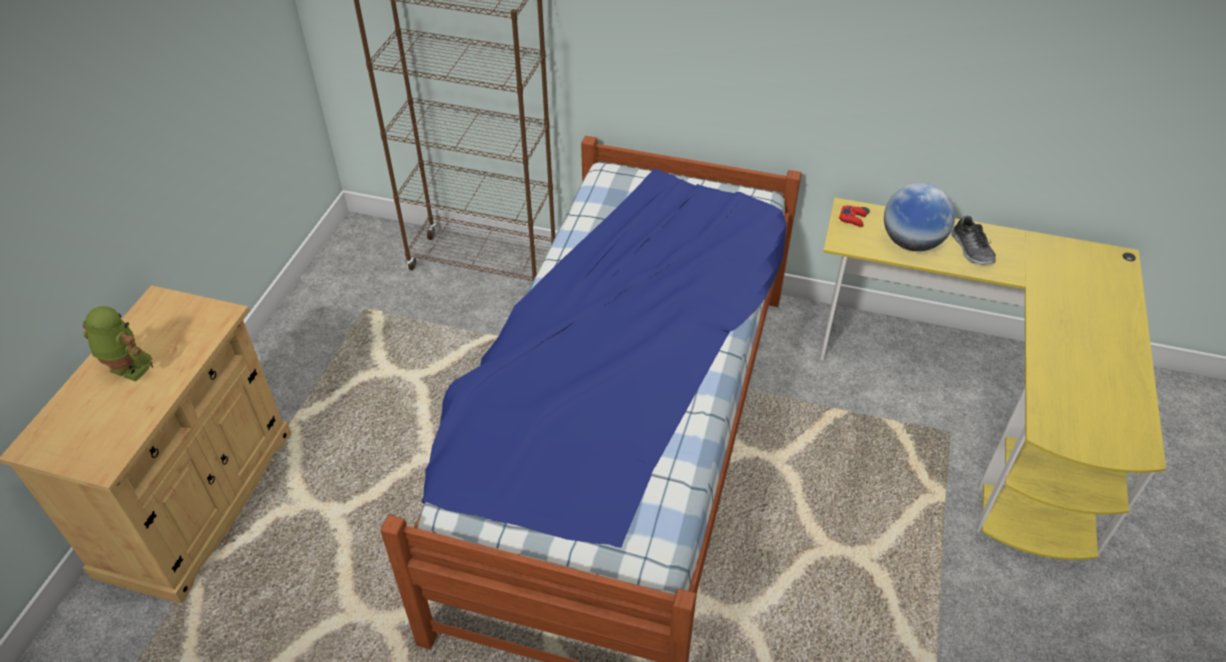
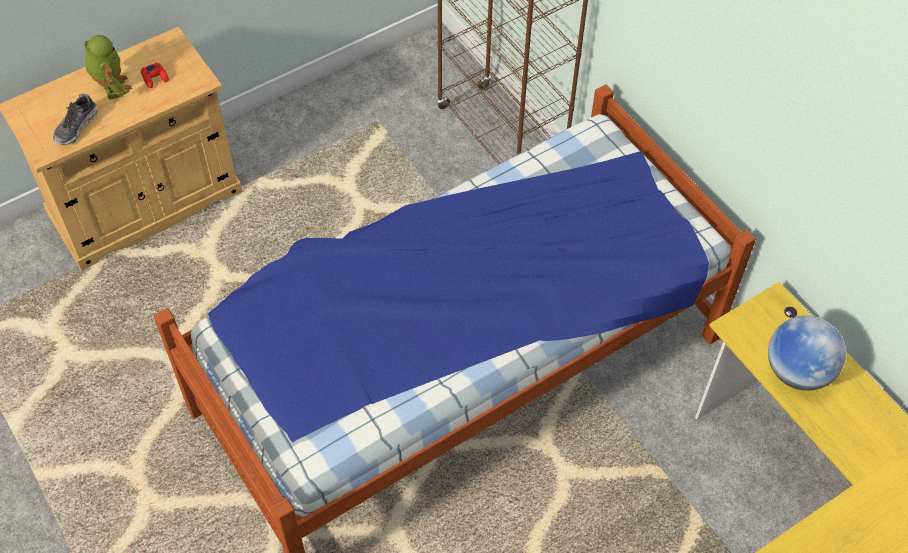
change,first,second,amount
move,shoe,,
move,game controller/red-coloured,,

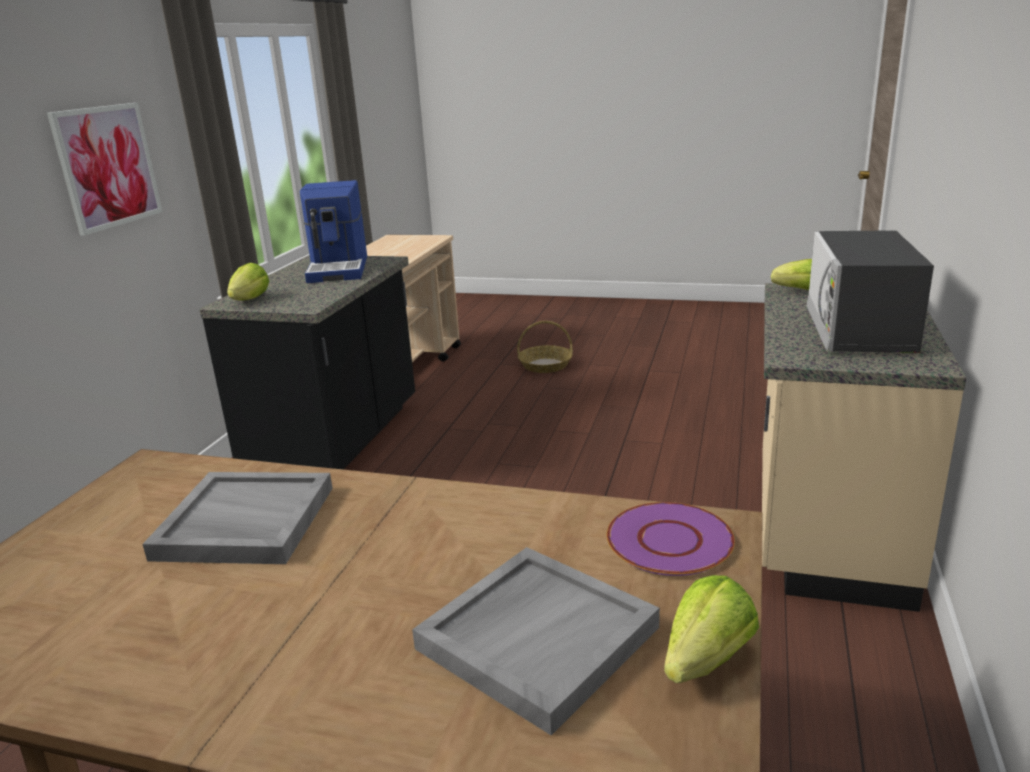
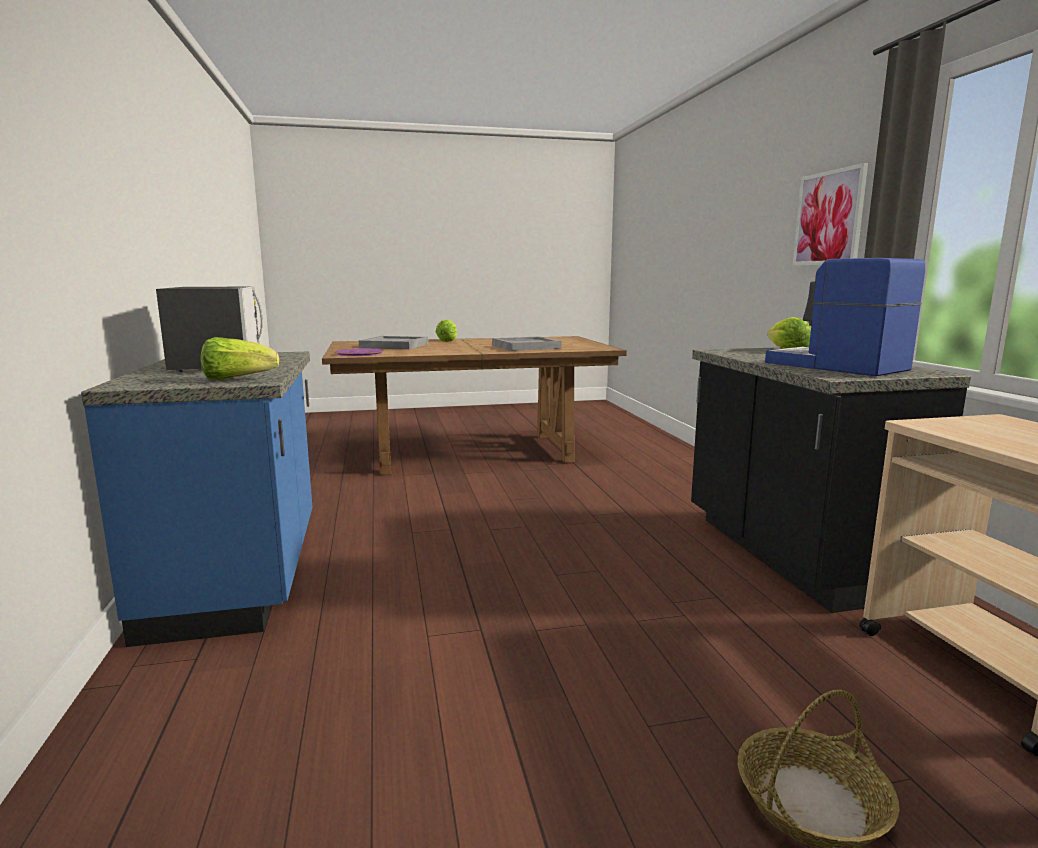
change,first,second,amount
recolor,kitchen counter/beige-coloured,kitchen counter/blue,
move,head of lettuce (2nd from left),,

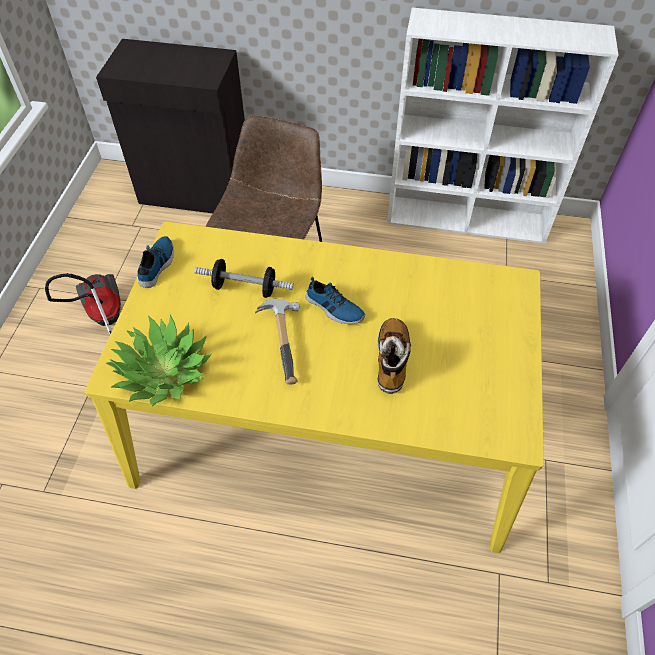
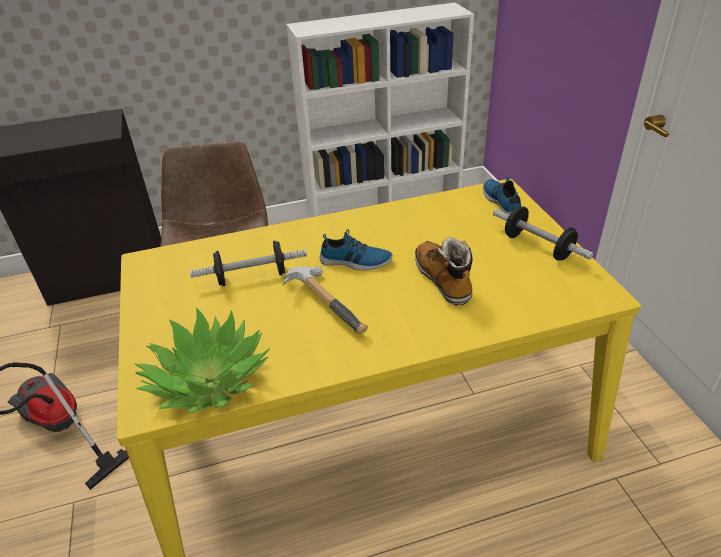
change,first,second,amount
move,shoe (1st from left in the first image),shoe (2nd from left),
insert,,dumbbell (2nd from left),

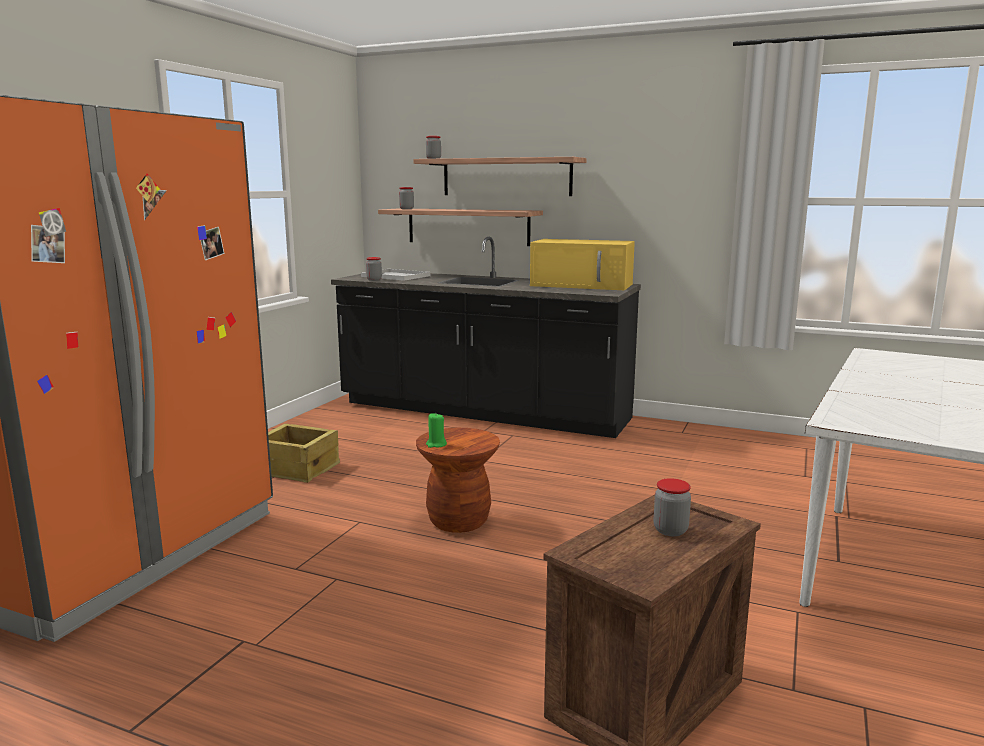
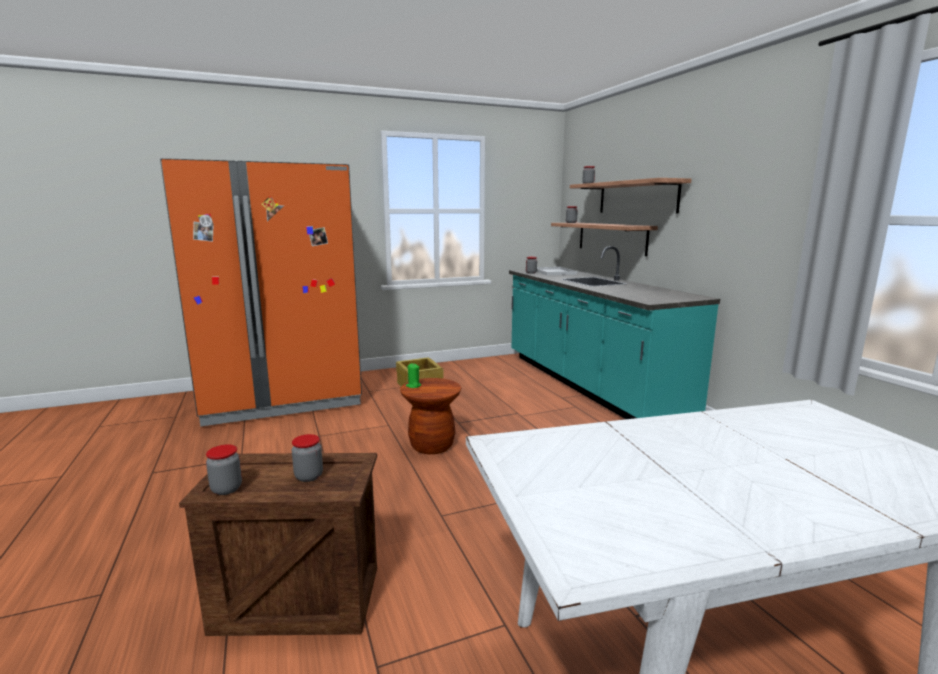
change,first,second,amount
insert,,jar (1st from left),
recolor,kitchen counter/black,kitchen counter/turquoise-coloured,
delete,microwave oven/yellowish,,

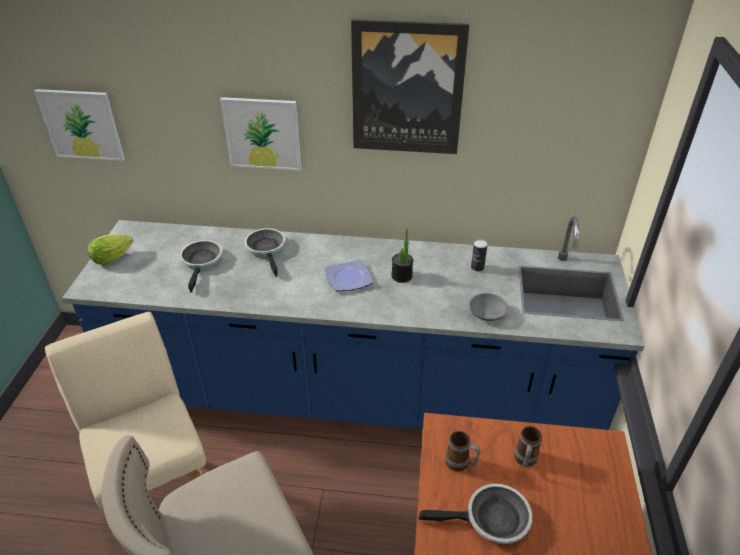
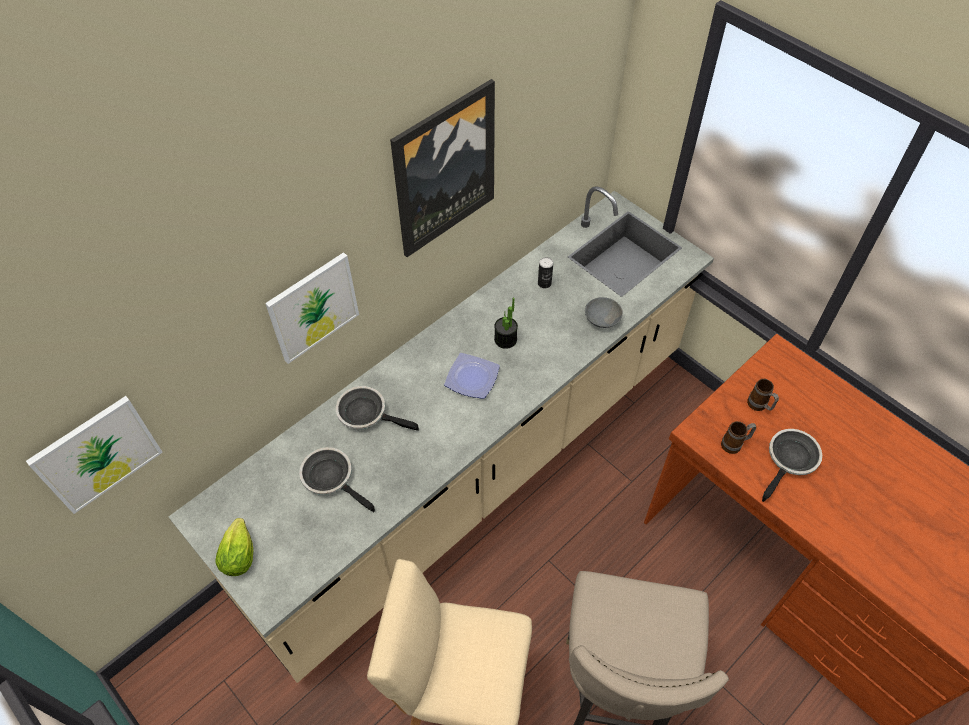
change,first,second,amount
recolor,kitchen counter/blue,kitchen counter/beige-coloured,

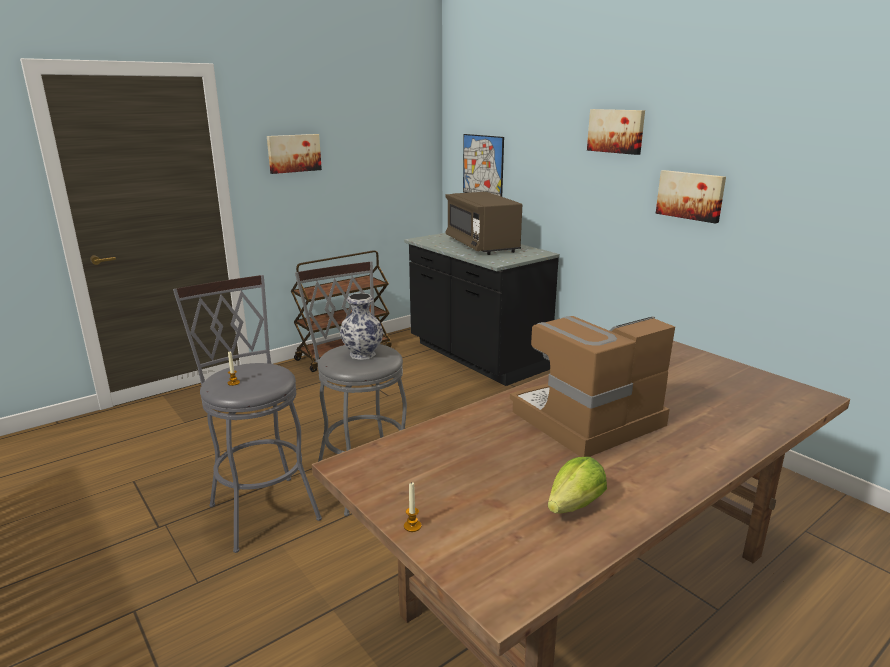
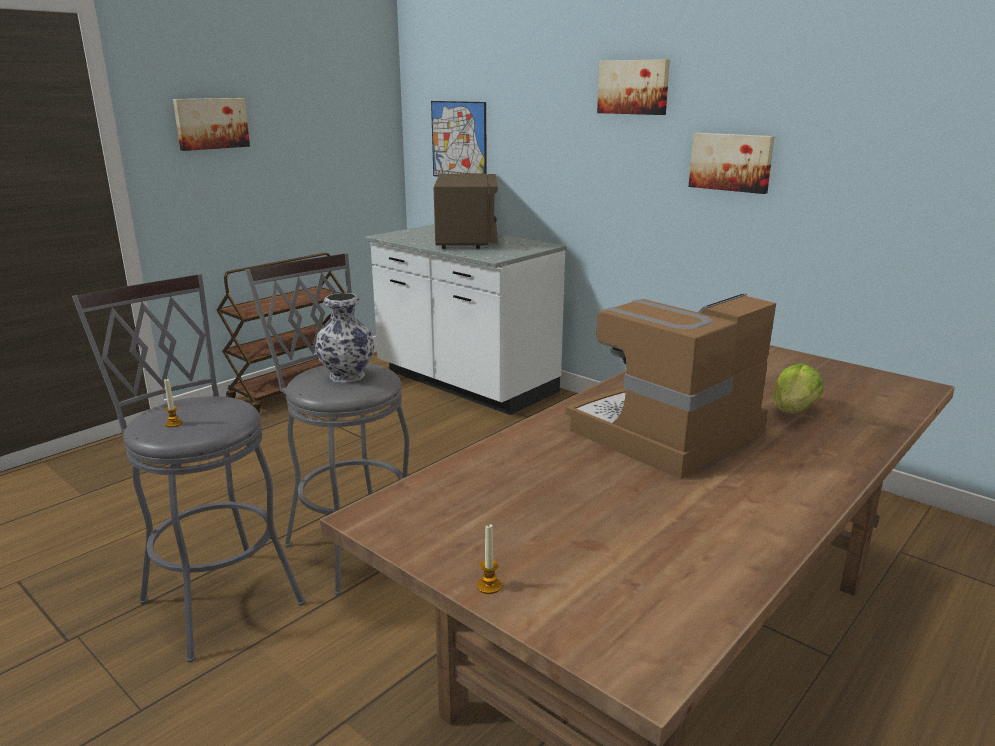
change,first,second,amount
recolor,kitchen counter/black,kitchen counter/white,
rotate,microwave oven/brownish,,150 degrees counterclockwise
move,head of lettuce,,

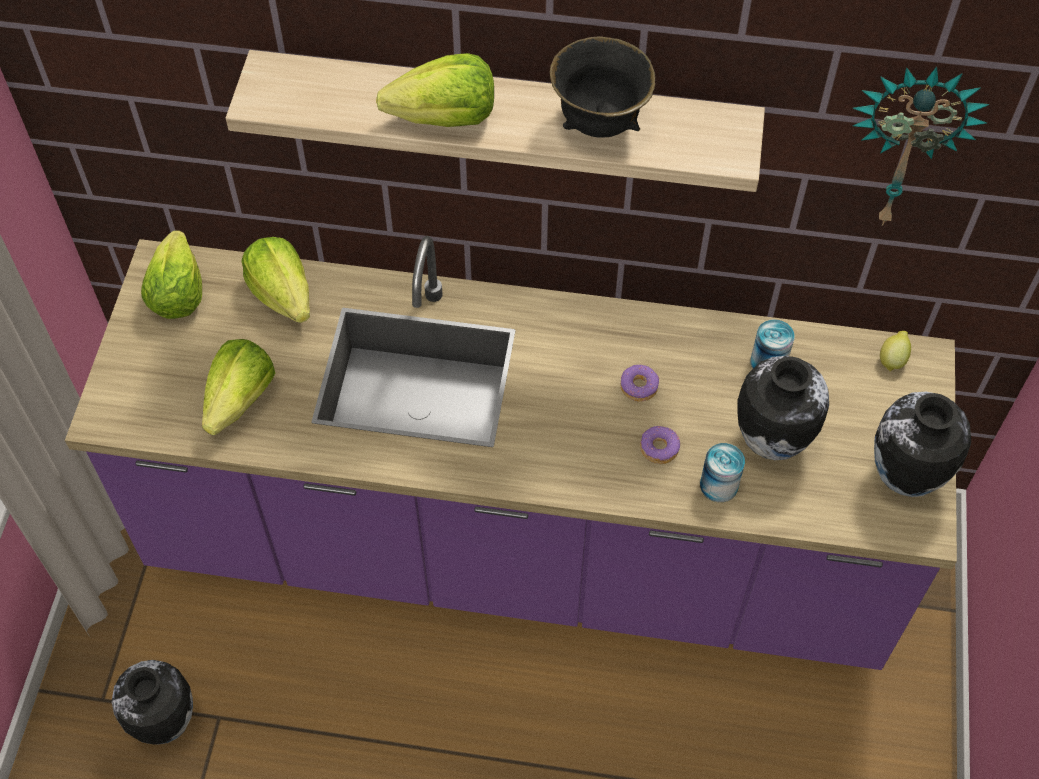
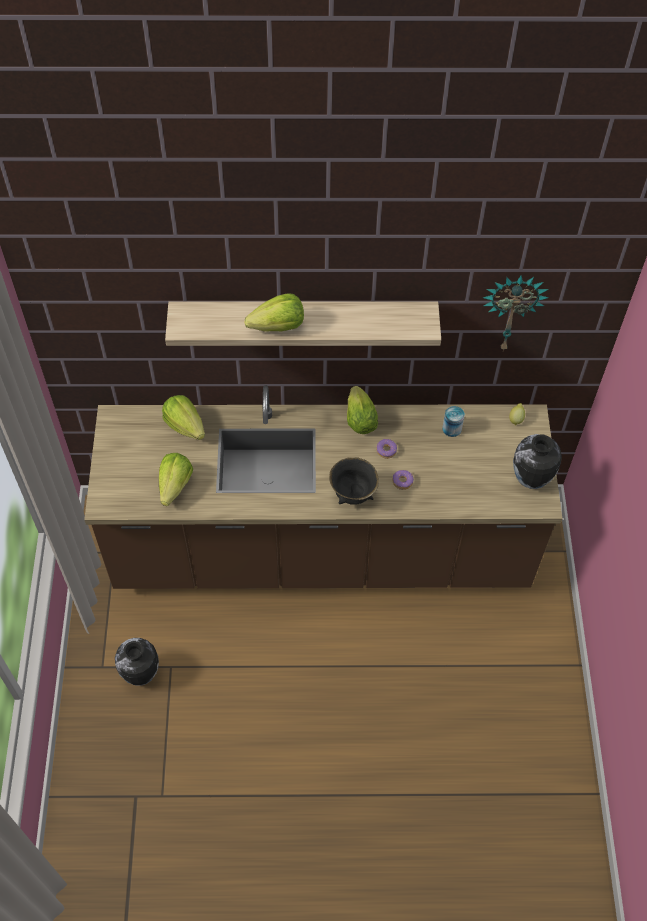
change,first,second,amount
recolor,kitchen counter/purple-coloured,kitchen counter/brownish,
move,bowl/black,,
move,head of lettuce (1st from left in the first image),head of lettuce (4th from left),
delete,can (1st from left),,
delete,flower vase (2nd from left),,

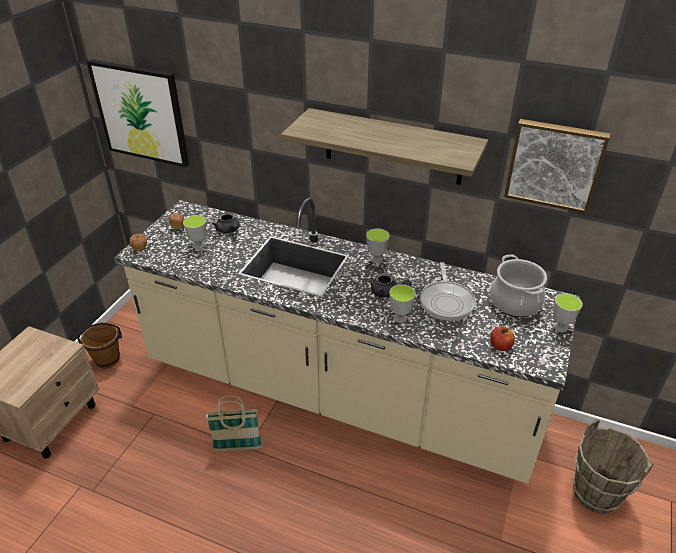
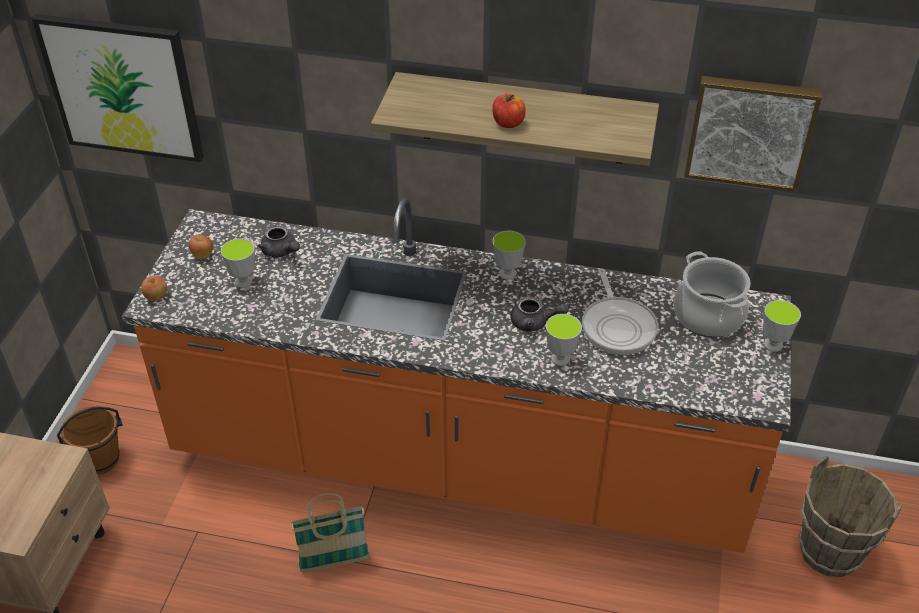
change,first,second,amount
recolor,kitchen counter/beige-coloured,kitchen counter/orangey,
move,apple fruit (3rd from left),,

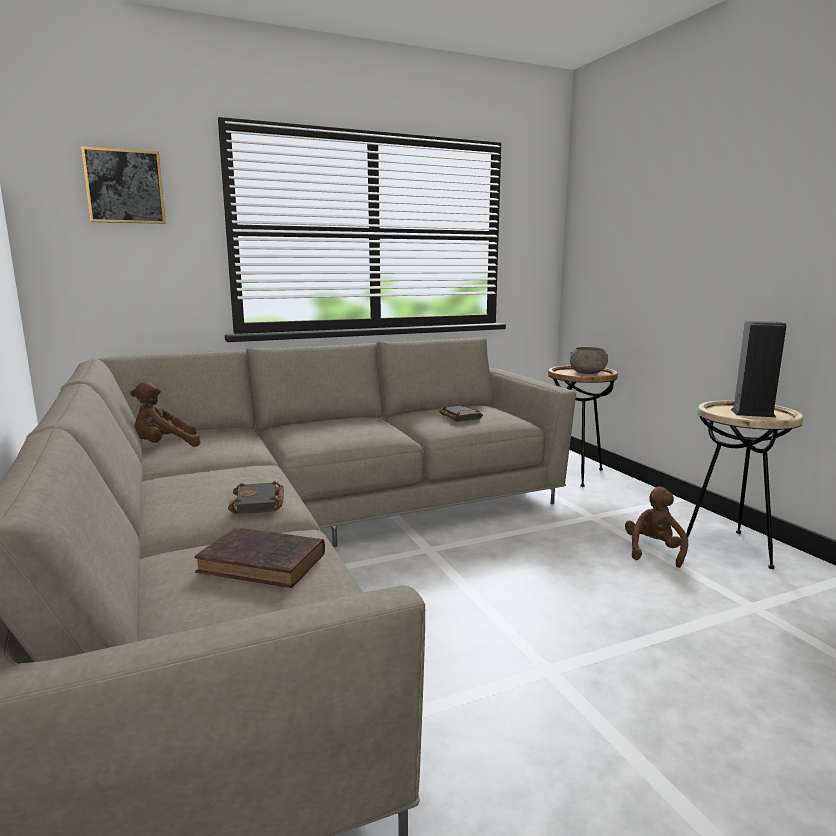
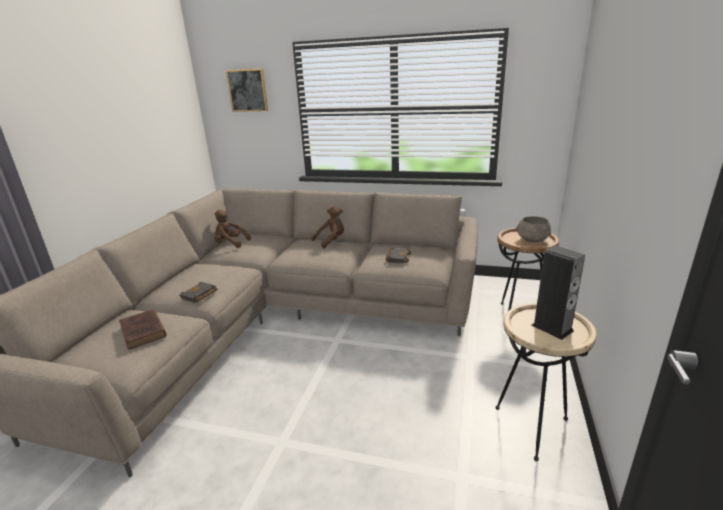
change,first,second,amount
move,soft toy/brownish (2nd from left),,

